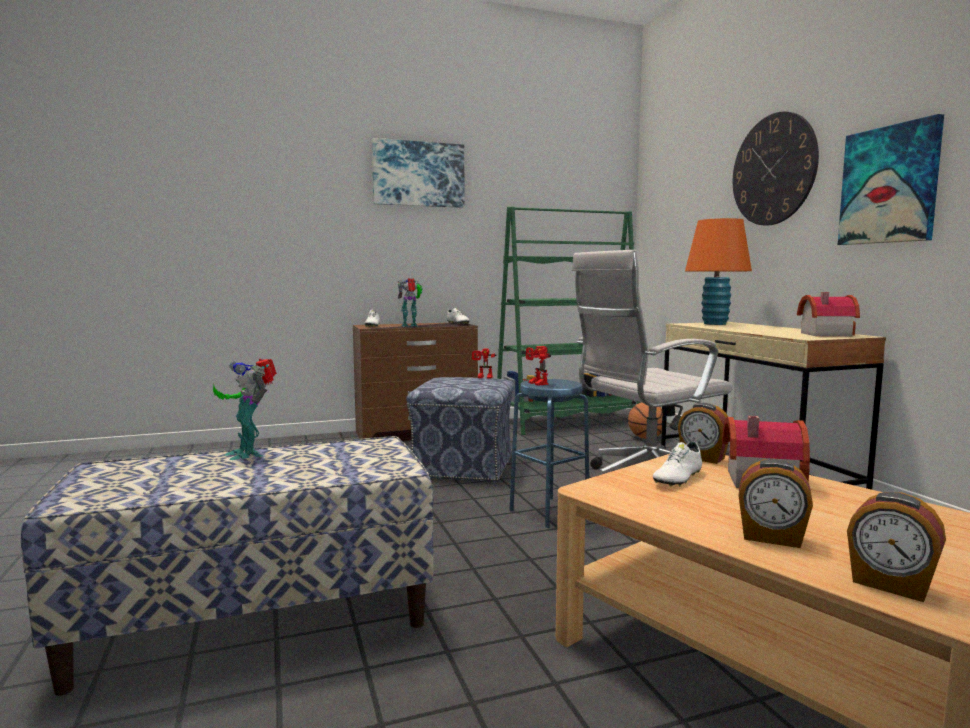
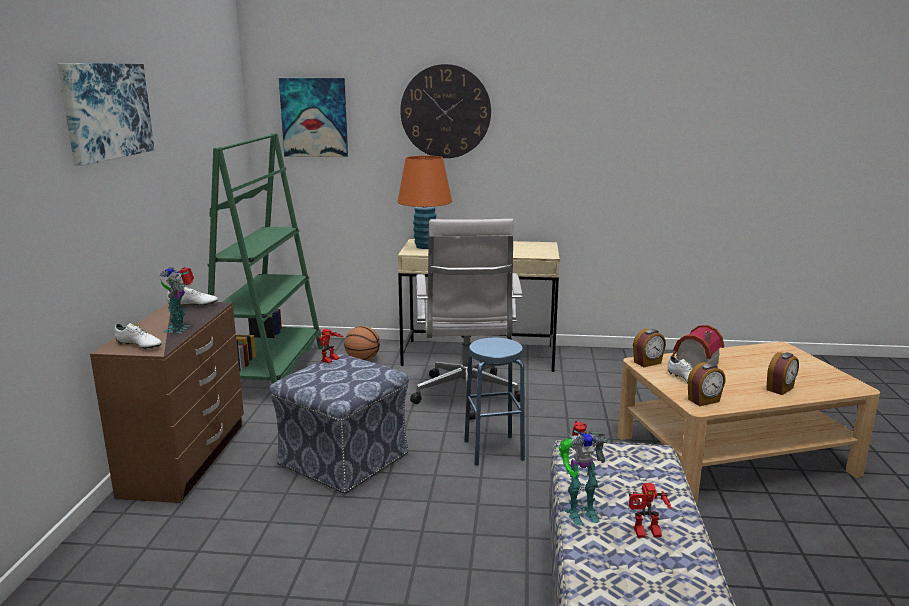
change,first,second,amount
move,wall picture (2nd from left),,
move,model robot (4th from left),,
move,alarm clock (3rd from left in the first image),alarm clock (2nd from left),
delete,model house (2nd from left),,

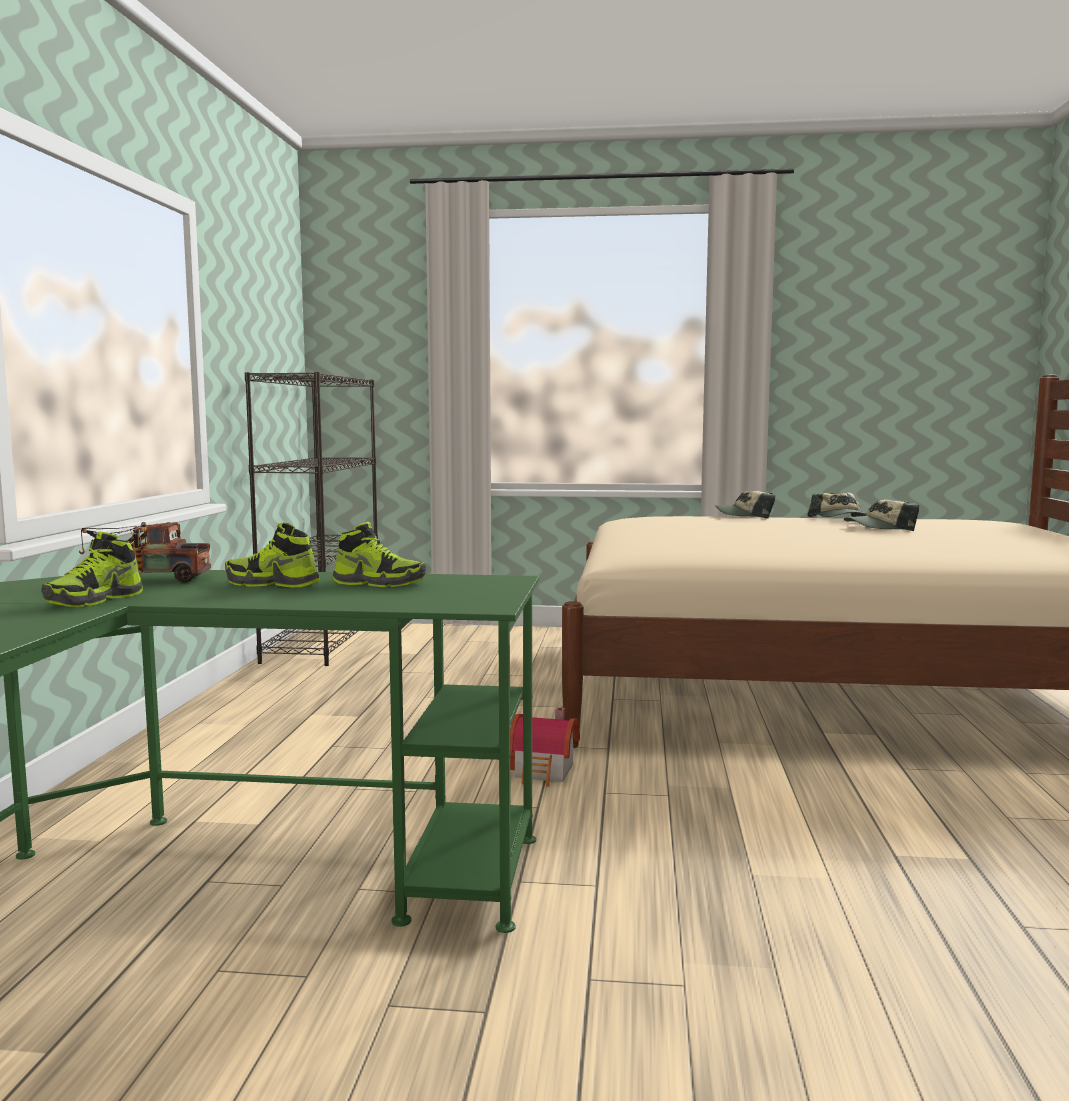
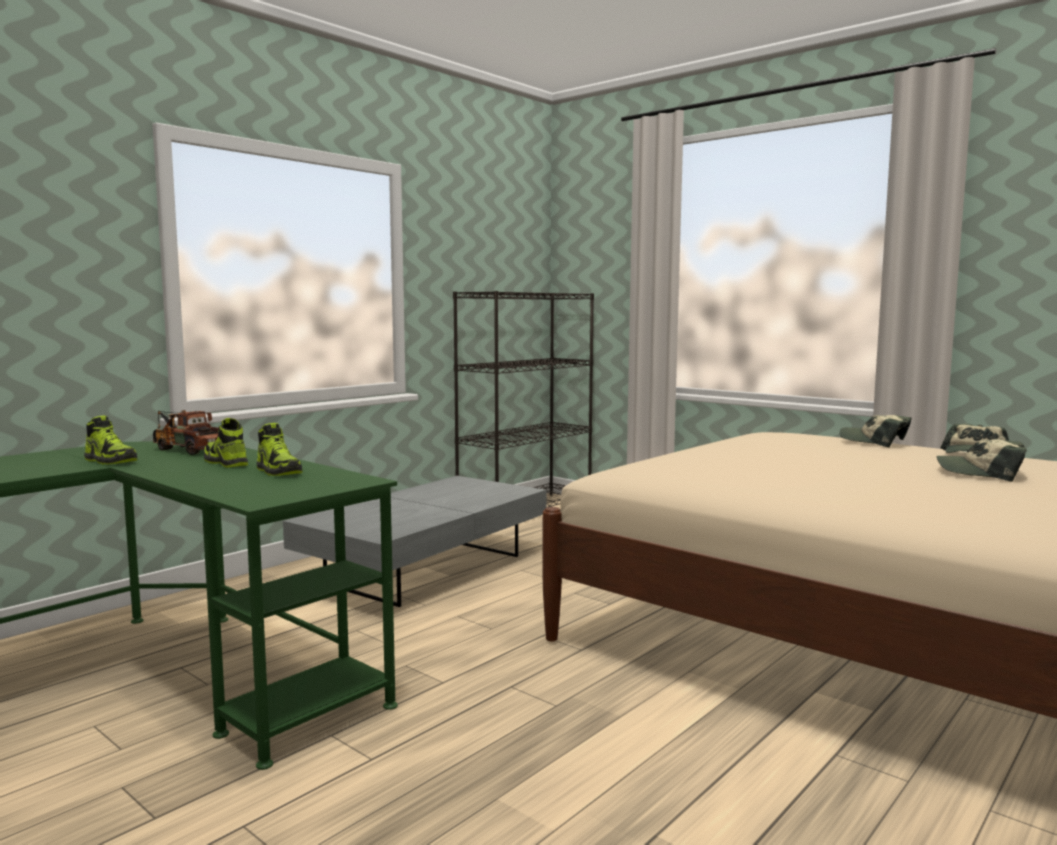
change,first,second,amount
rotate,shoe (1st from left),,120 degrees counterclockwise
insert,,low table/grey,
delete,model house,,

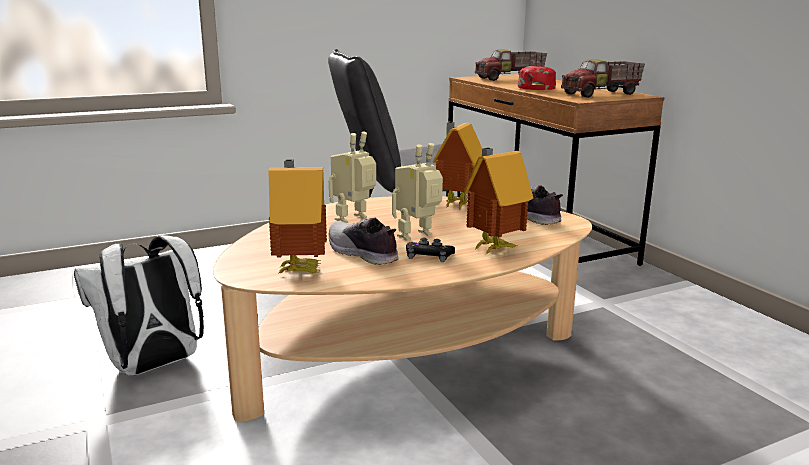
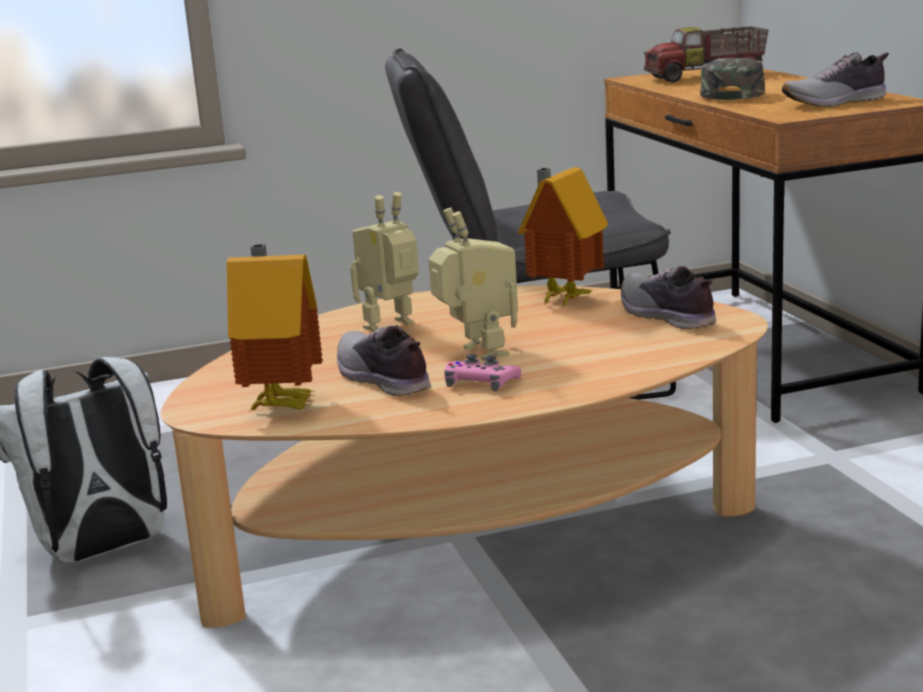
change,first,second,amount
rotate,model robot (2nd from left),,90 degrees clockwise
recolor,game controller/black,game controller/pink-coloured,
recolor,peaked cap/red-coloured,peaked cap/greenish,
replace,toy truck (2nd from left),shoe (3rd from left),
delete,model house (3rd from left),,

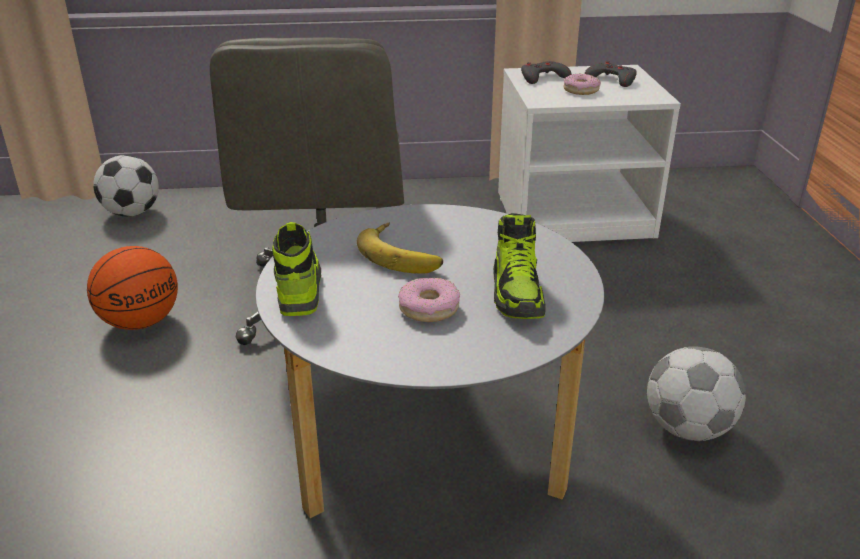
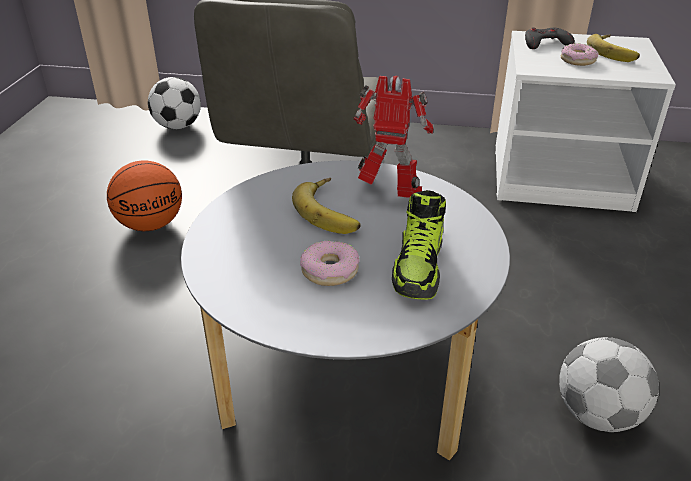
change,first,second,amount
insert,,model robot,
replace,game controller/grey (2nd from left),banana (2nd from left),
delete,shoe (1st from left),,

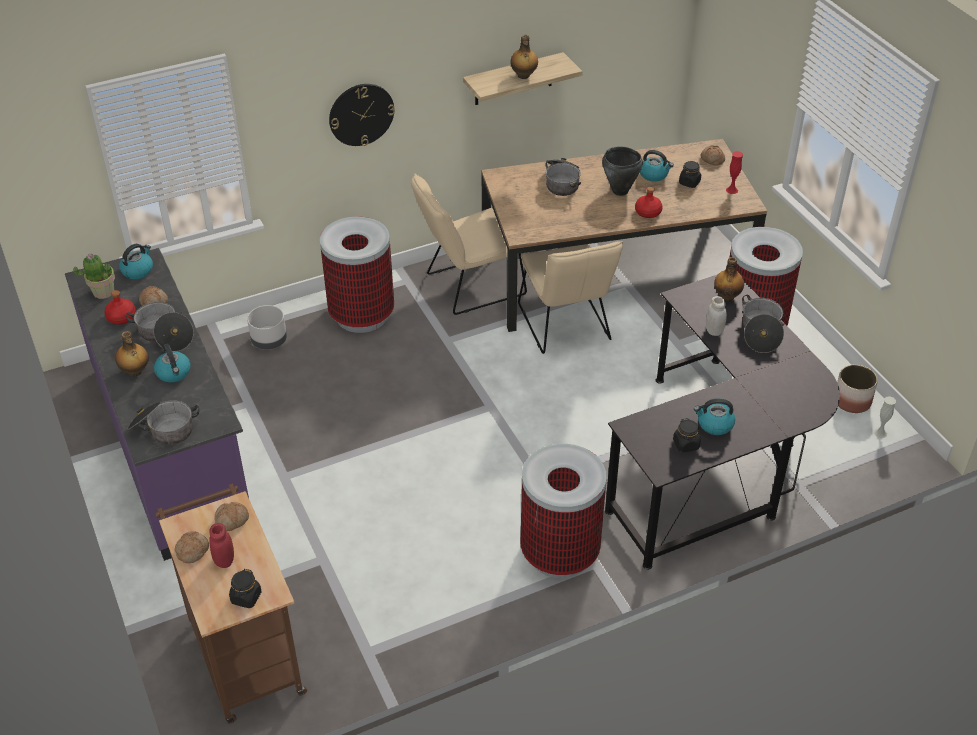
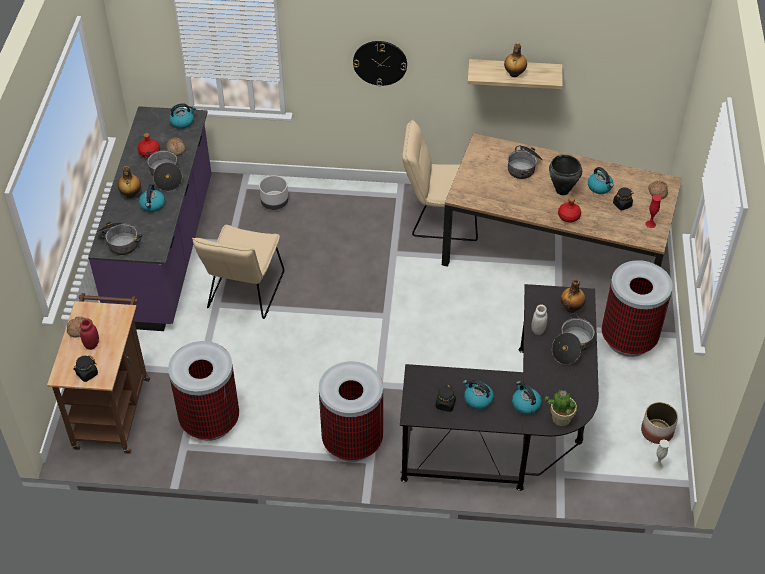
change,first,second,amount
move,trash can (1st from left),,
move,chair/beige-coloured (2nd from left in the first image),chair/beige-coloured (1st from left),
insert,,tea kettle (4th from left),
move,plant in a pot,,
delete,bakery bread (3rd from left),,

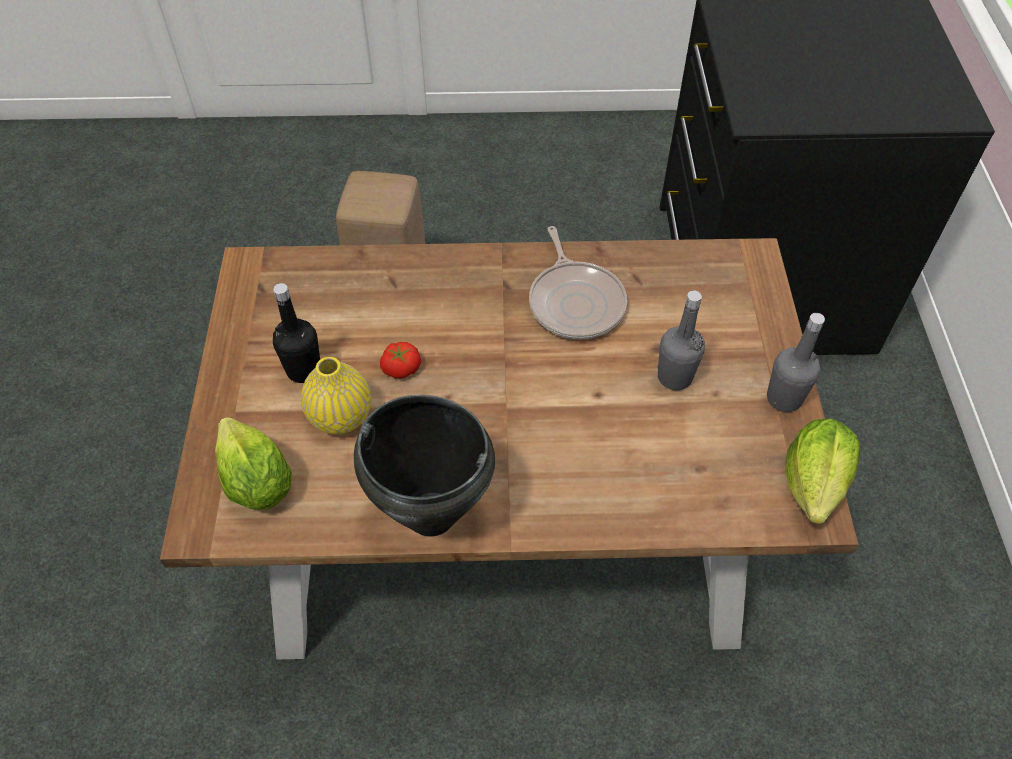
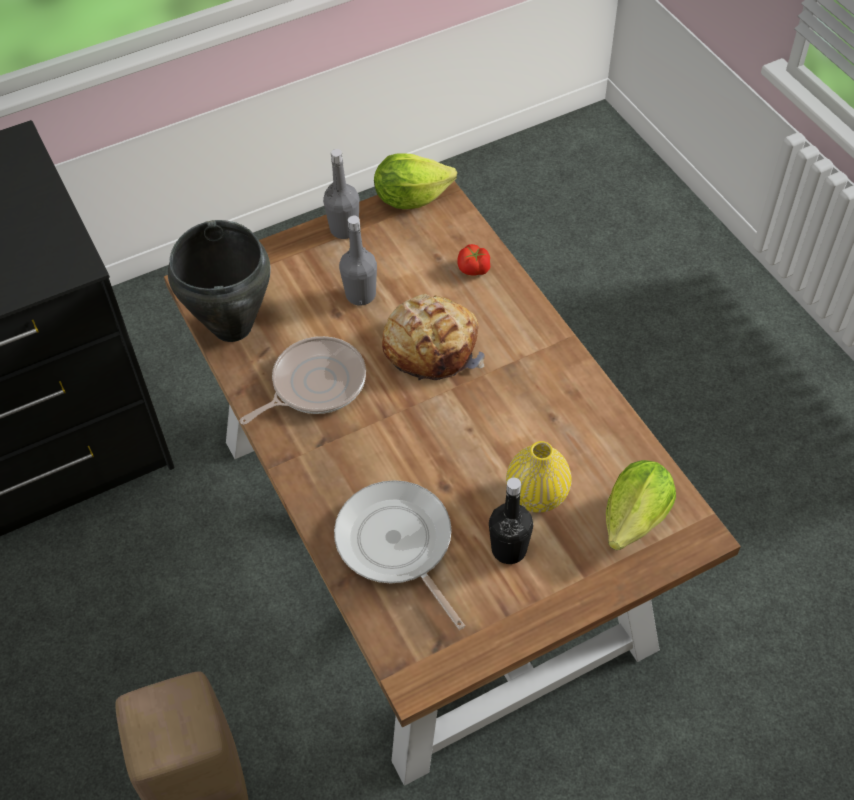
change,first,second,amount
move,cooking pot/black,,
insert,,skillet (2nd from left),
insert,,bakery bread,
move,tomato,,

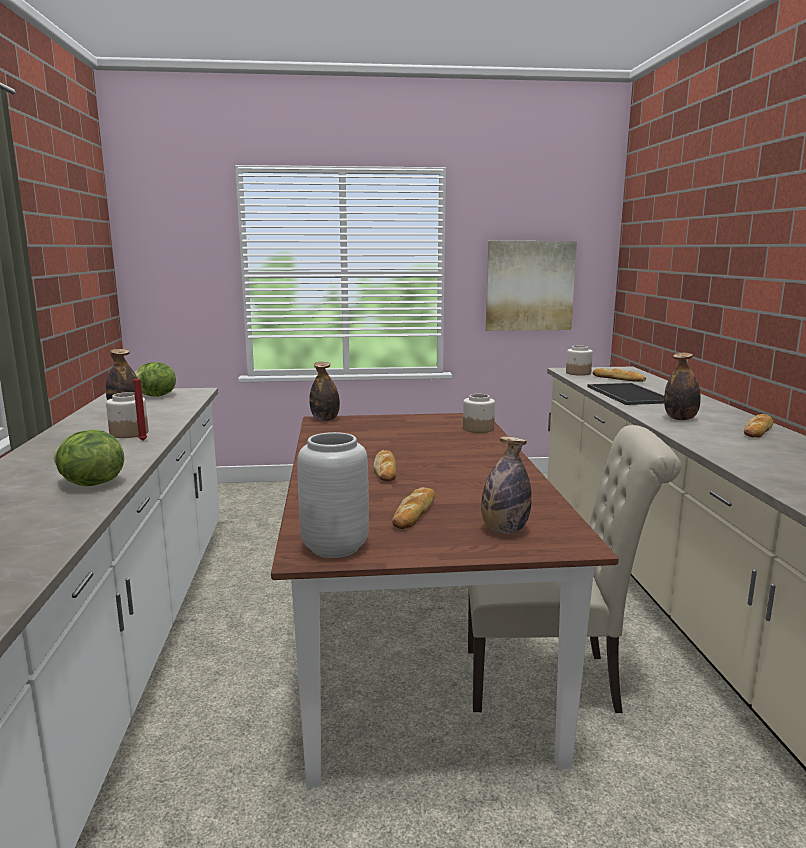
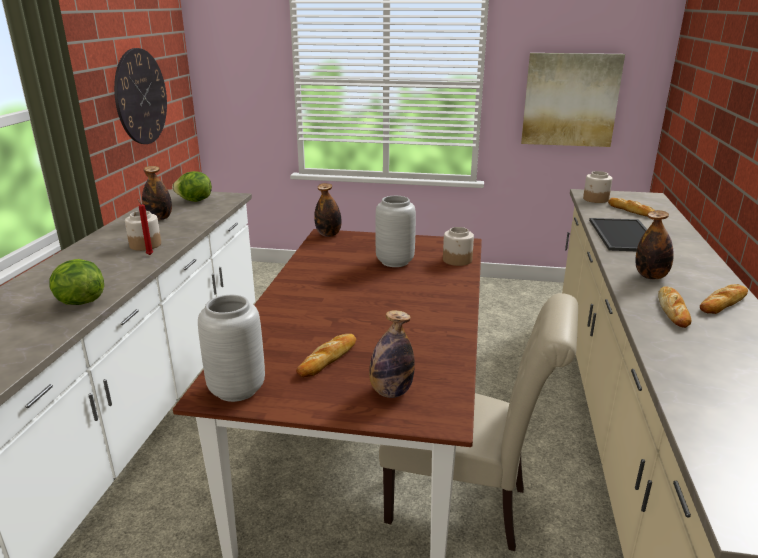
change,first,second,amount
insert,,wall clock,
insert,,flower vase/grey (2nd from left),
move,bakery bread (1st from left in the first image),bakery bread (3rd from left),

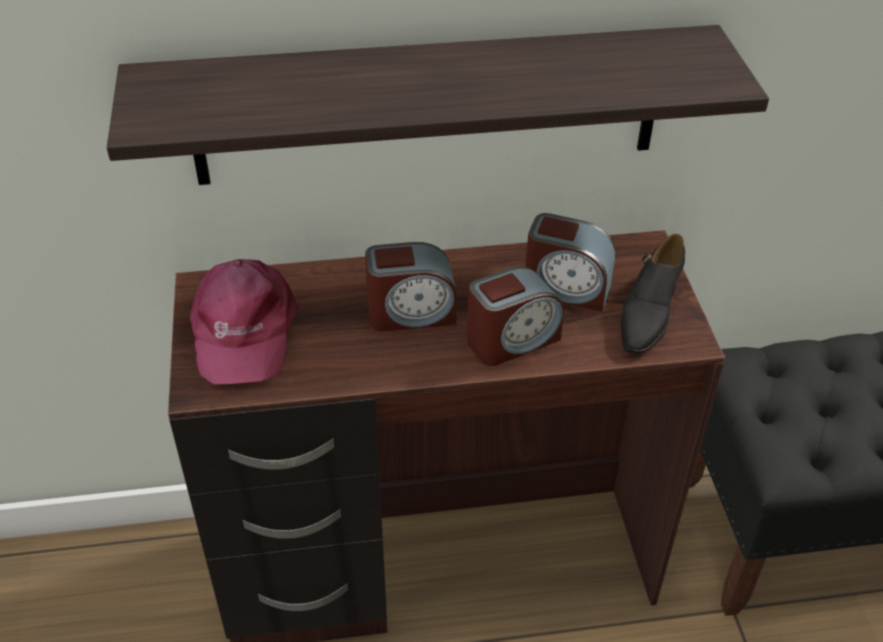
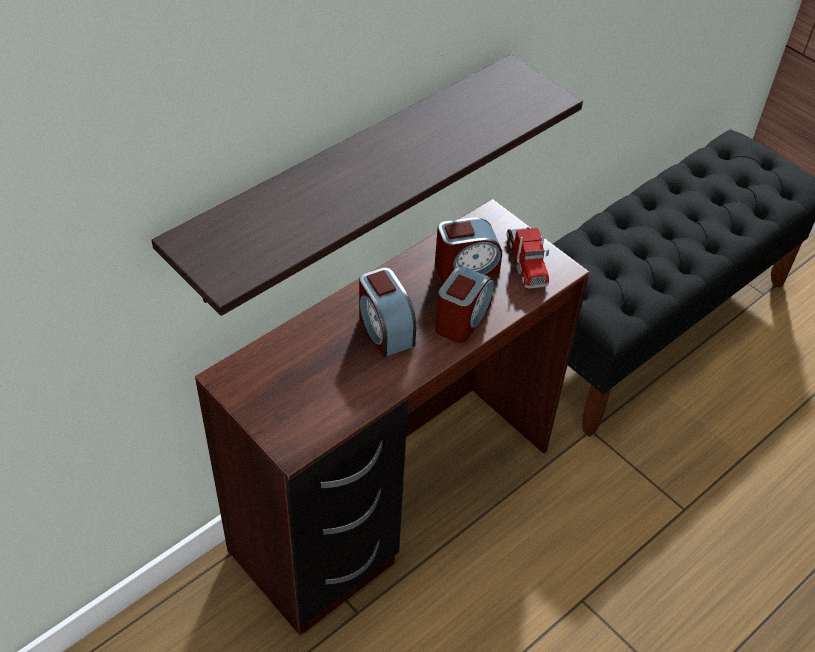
change,first,second,amount
rotate,alarm clock (1st from left),,105 degrees clockwise
replace,shoe/black,toy truck,
delete,peaked cap/pink-coloured,,

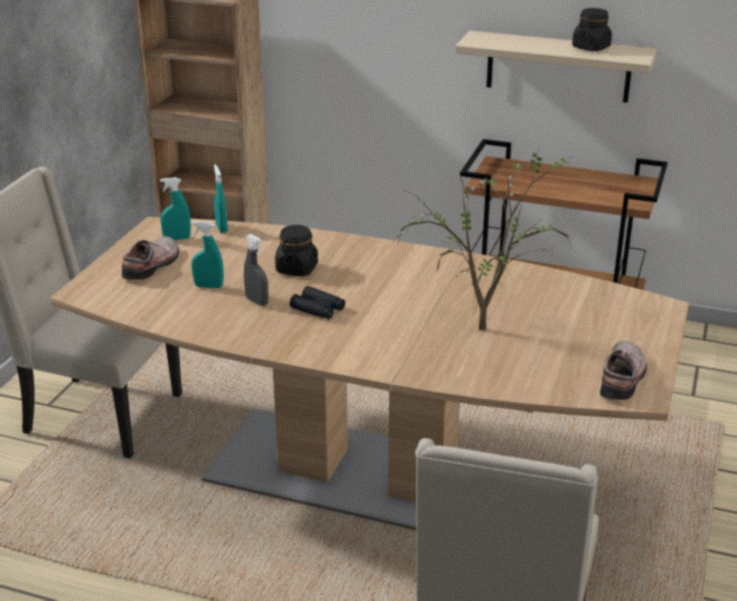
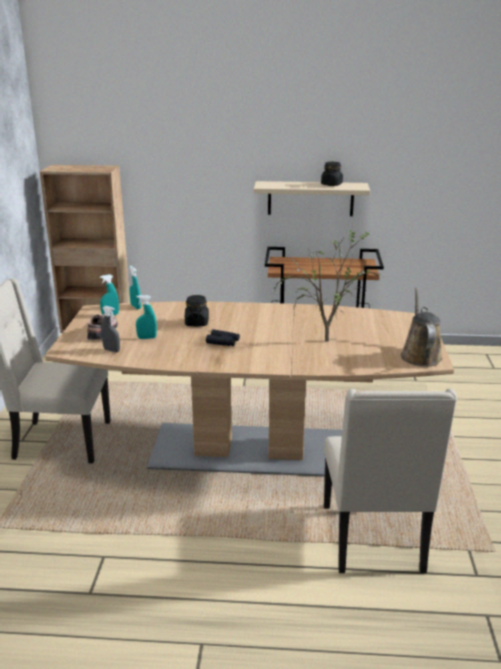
change,first,second,amount
move,hand sprayer/grey,,
replace,shoe (2nd from left),watering pot/brownish,

